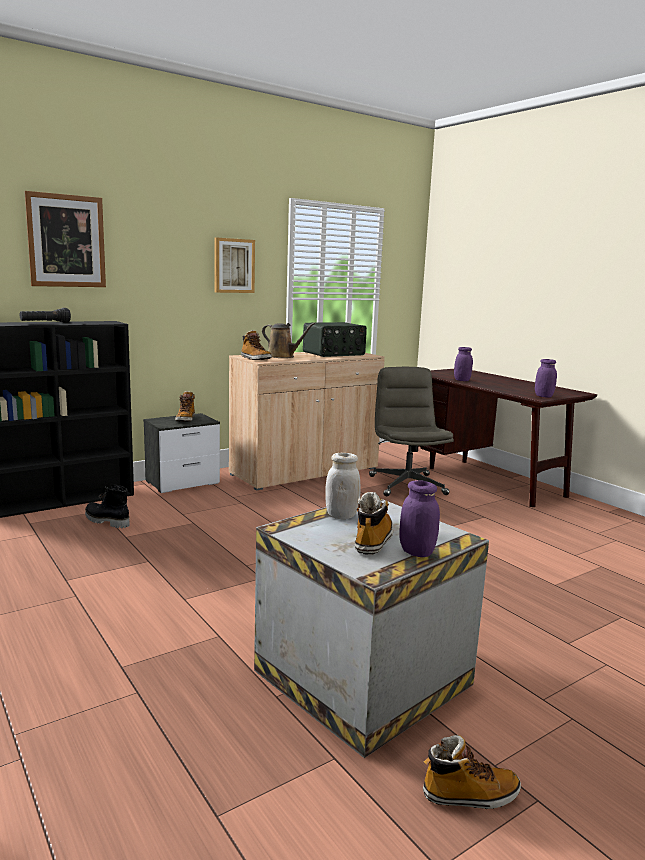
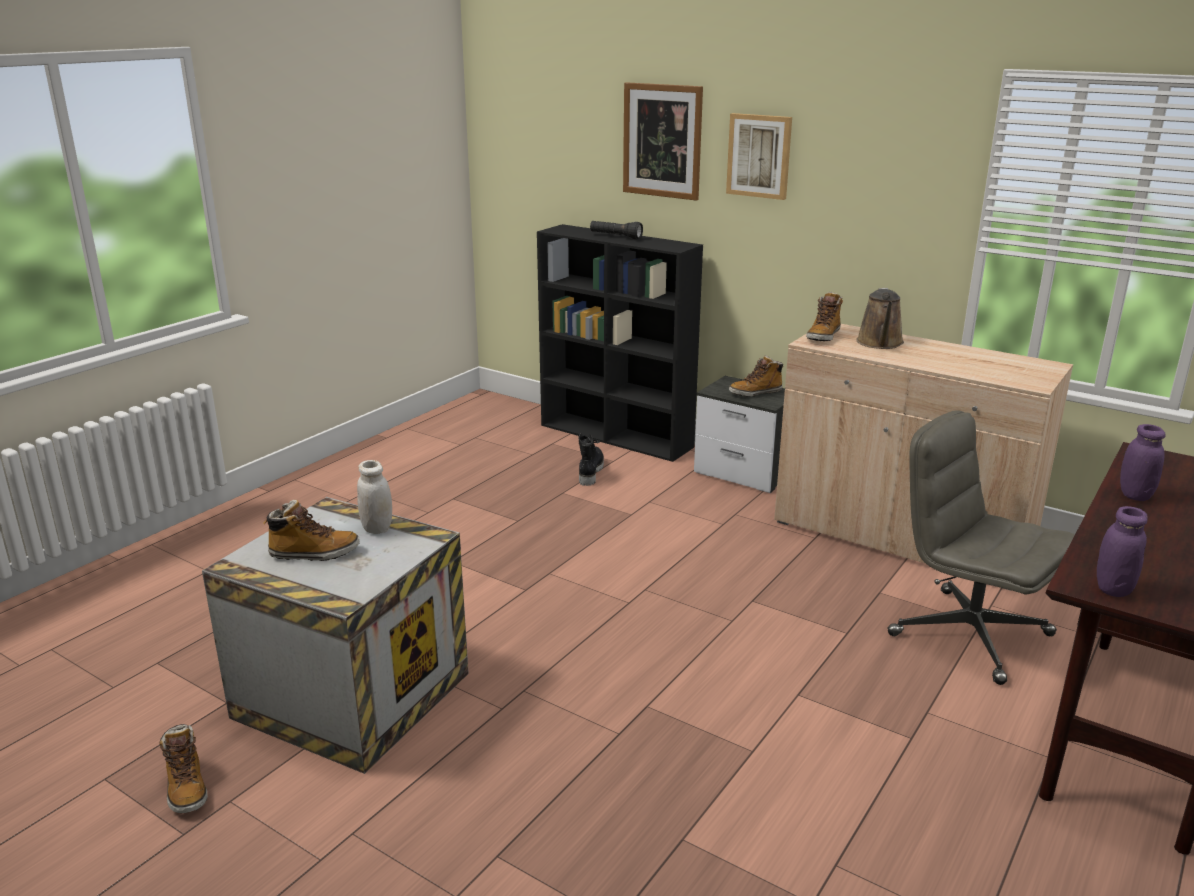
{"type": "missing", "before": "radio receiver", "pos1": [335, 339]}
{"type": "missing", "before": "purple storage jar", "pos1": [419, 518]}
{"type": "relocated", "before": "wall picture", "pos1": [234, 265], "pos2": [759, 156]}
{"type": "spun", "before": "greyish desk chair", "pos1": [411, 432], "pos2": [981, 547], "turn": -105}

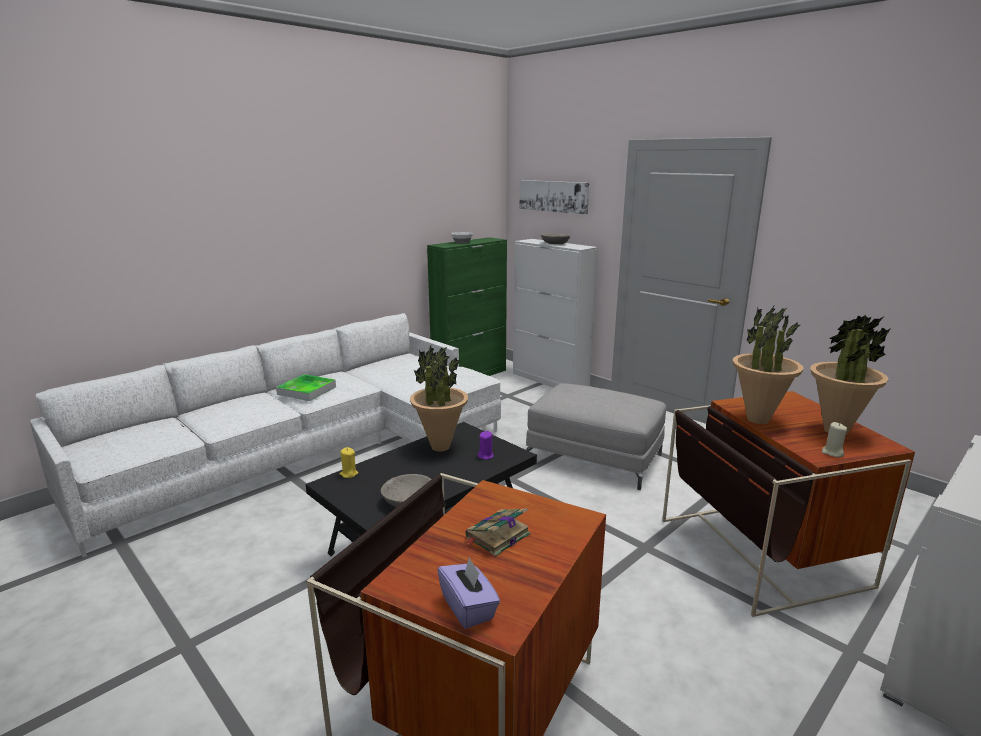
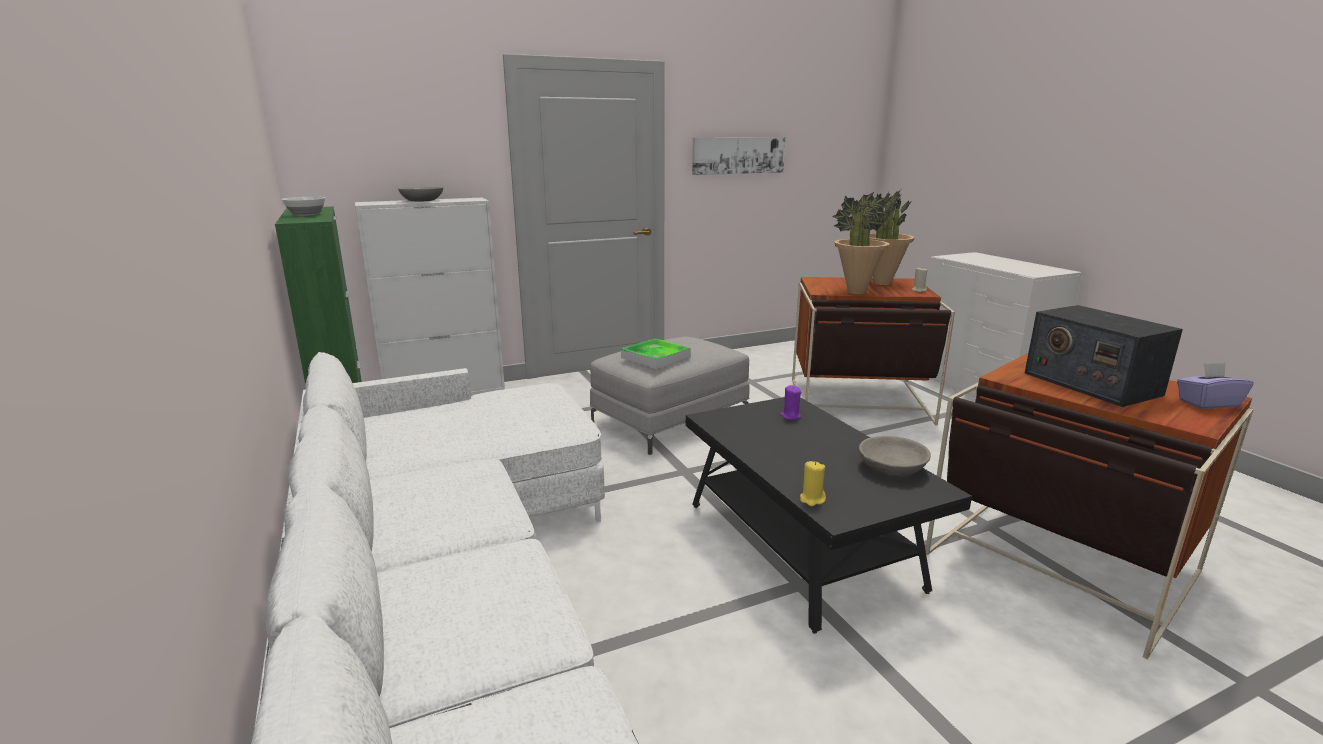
{"type": "missing", "before": "potted plant", "pos1": [439, 398]}
{"type": "relocated", "before": "serving tray", "pos1": [306, 387], "pos2": [656, 353]}
{"type": "relocated", "before": "wall picture", "pos1": [554, 197], "pos2": [738, 156]}
{"type": "exchanged", "before": "book", "after": "radio receiver", "pos1": [497, 532], "pos2": [1104, 356]}

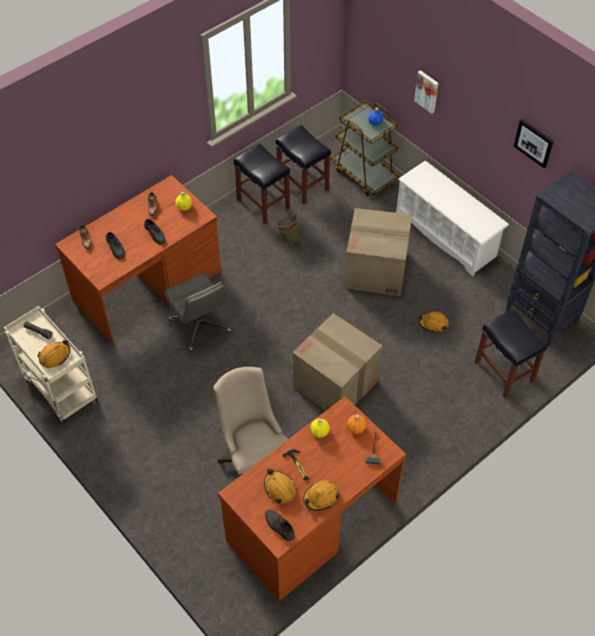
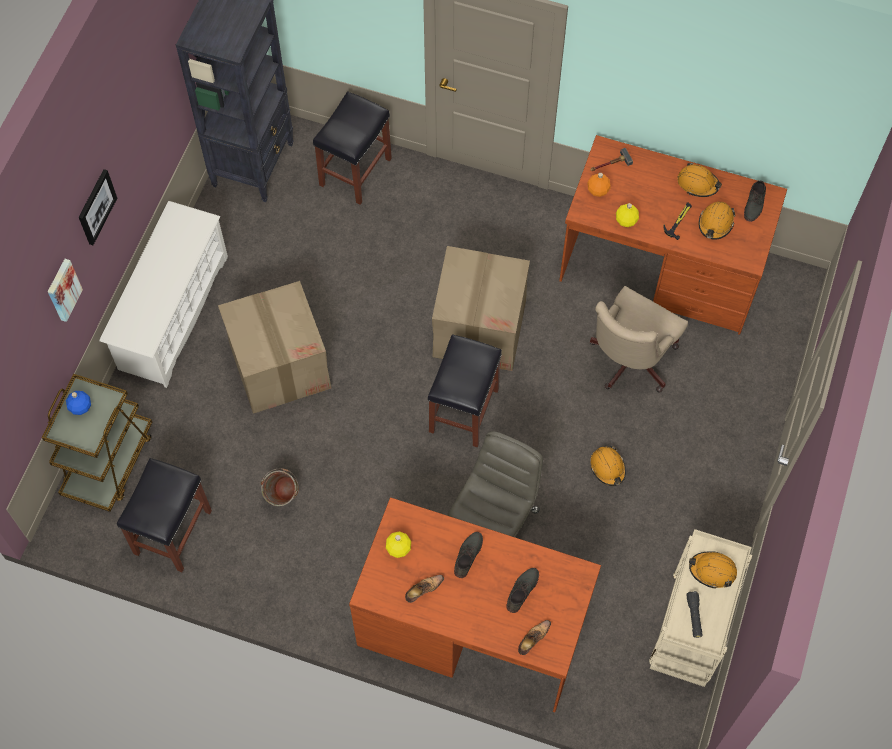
{"type": "relocated", "before": "blackish sitting stool", "pos1": [262, 184], "pos2": [465, 390]}
{"type": "relocated", "before": "orange hard hat", "pos1": [433, 321], "pos2": [608, 465]}
{"type": "relocated", "before": "wall picture", "pos1": [534, 144], "pos2": [98, 207]}

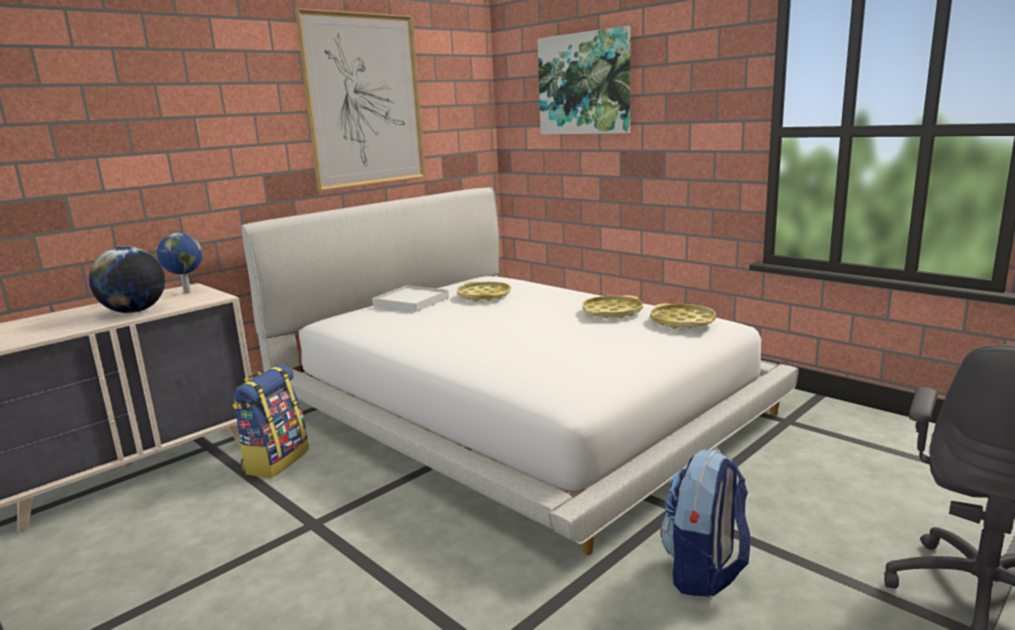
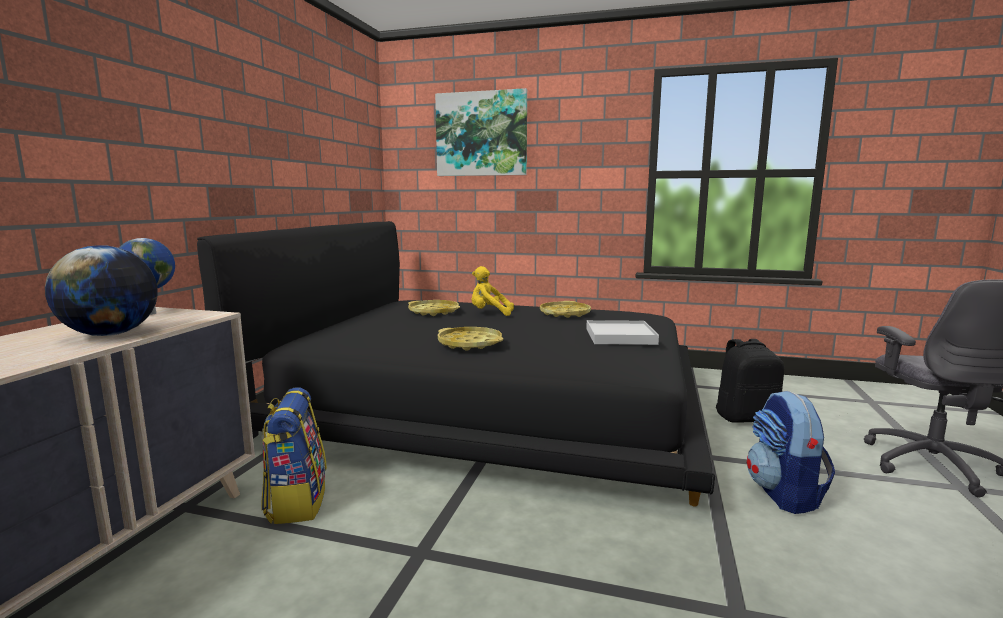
{"type": "missing", "before": "wall picture", "pos1": [360, 99]}
{"type": "appeared", "after": "yellow-coloured cuddly toy", "pos2": [492, 291]}
{"type": "appeared", "after": "blackish knapsack", "pos2": [750, 381]}
{"type": "relocated", "before": "whitish serving tray", "pos1": [410, 298], "pos2": [622, 332]}
{"type": "relocated", "before": "yellow-coloured serving tray", "pos1": [683, 316], "pos2": [470, 339]}
{"type": "colour", "before": "whitish bedroom bed", "after": "blackish bedroom bed", "pos1": [520, 371], "pos2": [456, 364]}

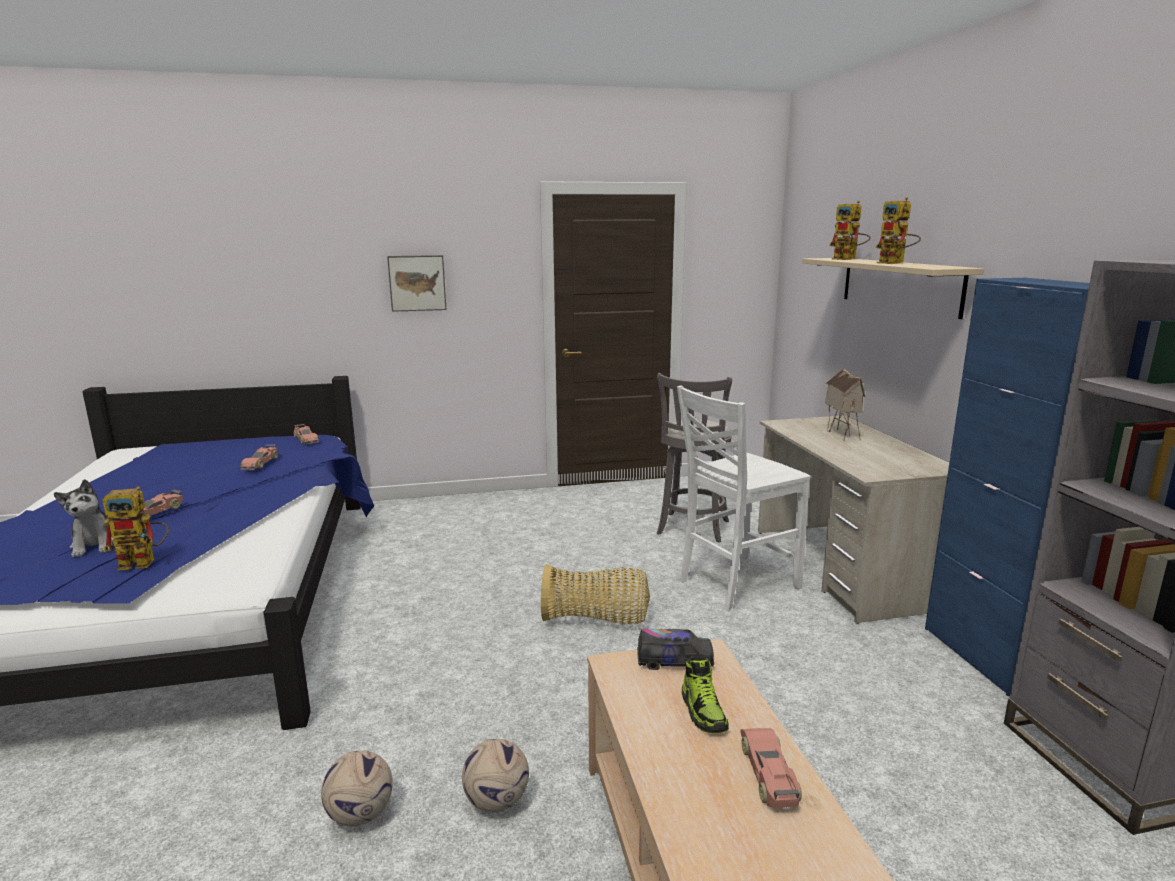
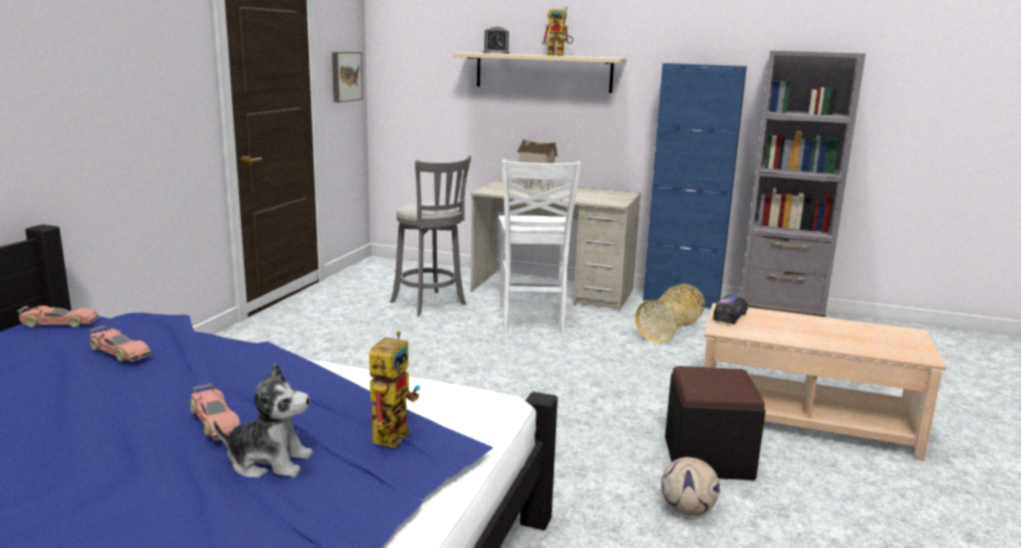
{"type": "missing", "before": "item of footwear", "pos1": [705, 694]}
{"type": "missing", "before": "miniature car", "pos1": [771, 768]}
{"type": "relocated", "before": "wall picture", "pos1": [417, 283], "pos2": [347, 77]}
{"type": "relocated", "before": "basket", "pos1": [595, 594], "pos2": [670, 313]}
{"type": "exchanged", "before": "football ball", "after": "blackish ottoman", "pos1": [495, 775], "pos2": [715, 423]}
{"type": "exchanged", "before": "toy robot", "after": "table clock", "pos1": [849, 230], "pos2": [496, 40]}

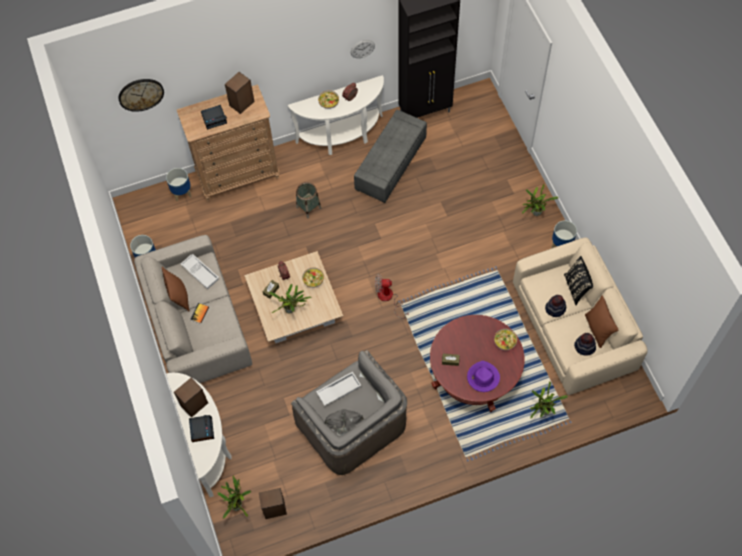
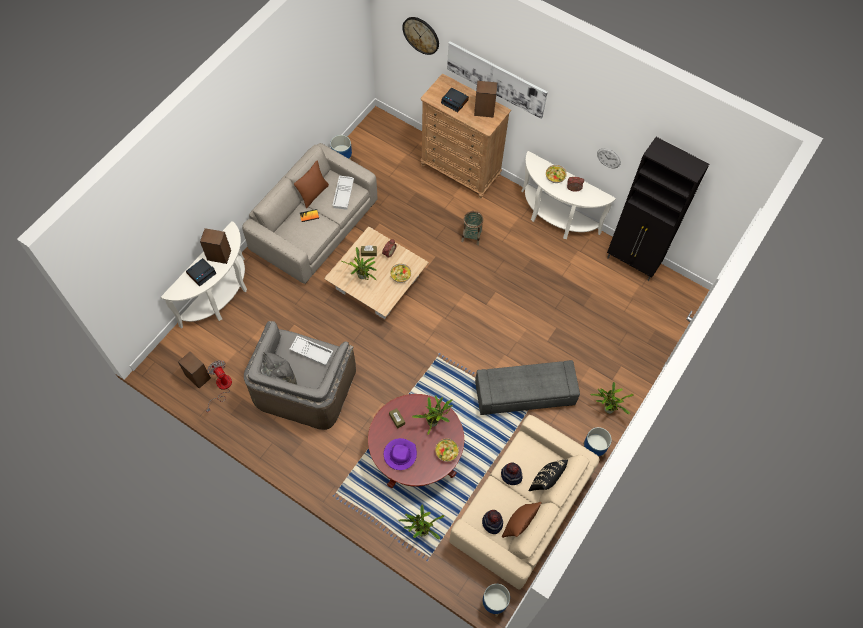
{"type": "appeared", "after": "wall picture", "pos2": [497, 80]}
{"type": "relocated", "before": "flower pot", "pos1": [179, 185], "pos2": [496, 600]}
{"type": "relocated", "before": "potted plant", "pos1": [234, 497], "pos2": [432, 415]}
{"type": "relocated", "before": "greyish ottoman", "pos1": [390, 156], "pos2": [527, 387]}
{"type": "relocated", "before": "cooling fan", "pos1": [391, 296], "pos2": [219, 386]}

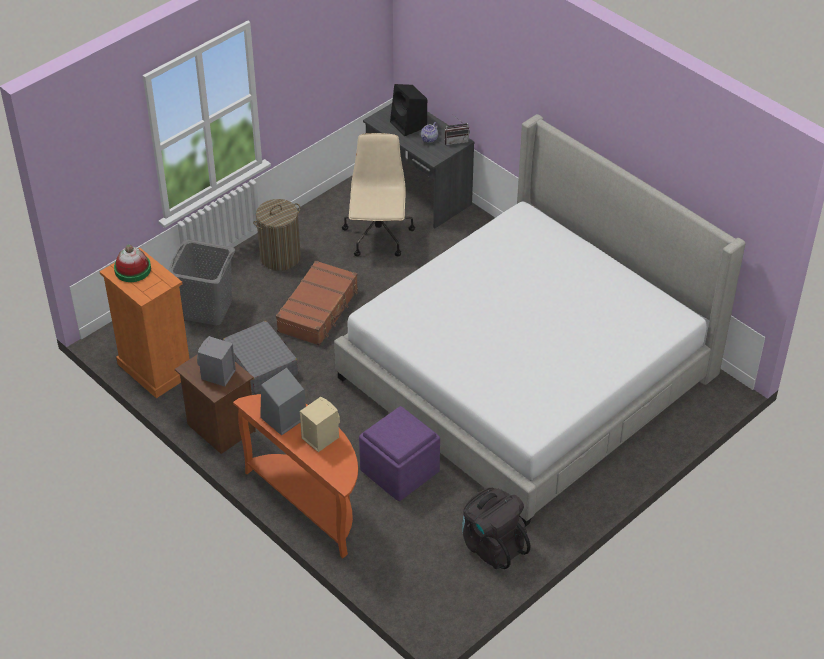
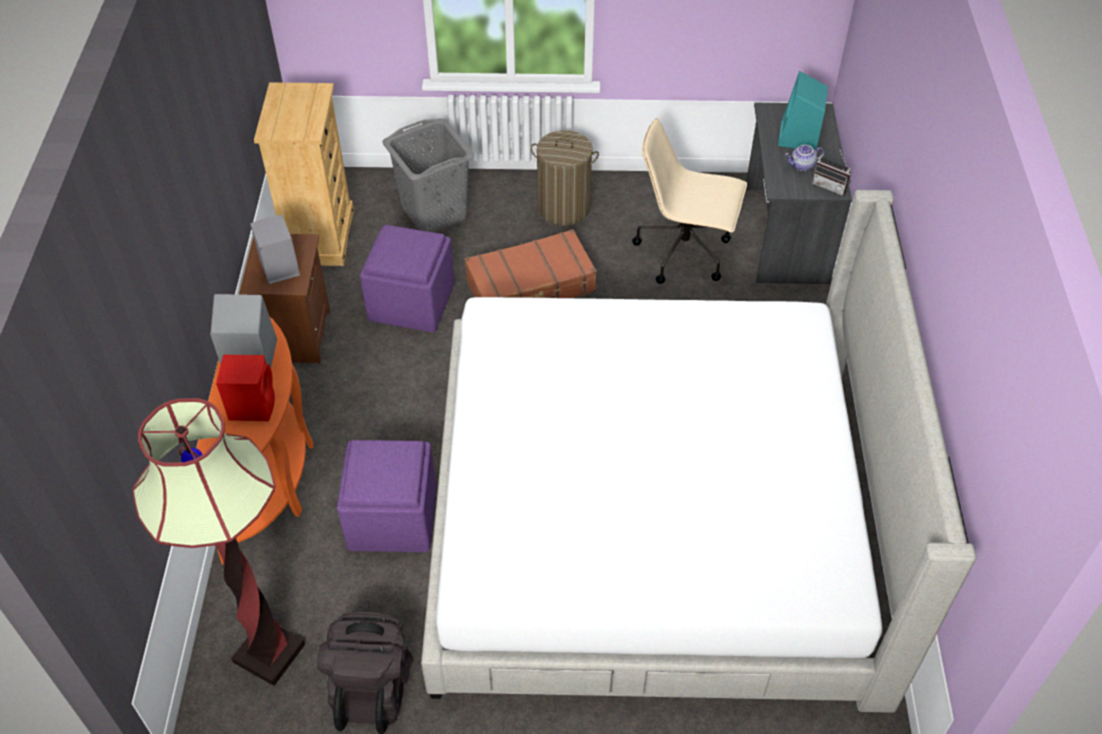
{"type": "missing", "before": "wearable hat", "pos1": [132, 263]}
{"type": "appeared", "after": "floor lamp", "pos2": [218, 542]}
{"type": "exchanged", "before": "greyish travel case", "after": "purple ottoman", "pos1": [260, 357], "pos2": [407, 278]}
{"type": "colour", "before": "orange drawer chest", "after": "beige-coloured drawer chest", "pos1": [144, 323], "pos2": [304, 174]}
{"type": "colour", "before": "beige-coloured audio speaker", "after": "reddish audio speaker", "pos1": [320, 424], "pos2": [245, 388]}
{"type": "colour", "before": "blackish audio speaker", "after": "turquoise-coloured audio speaker", "pos1": [408, 110], "pos2": [803, 110]}
{"type": "spun", "before": "beige-coloured desk chair", "pos1": [378, 194], "pos2": [689, 201], "turn": -120}

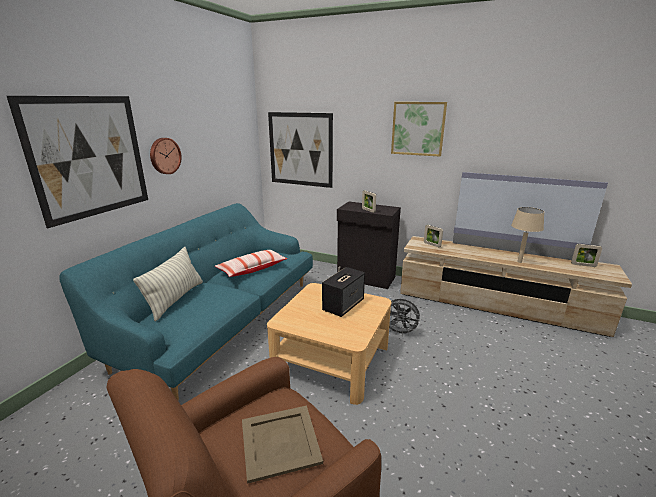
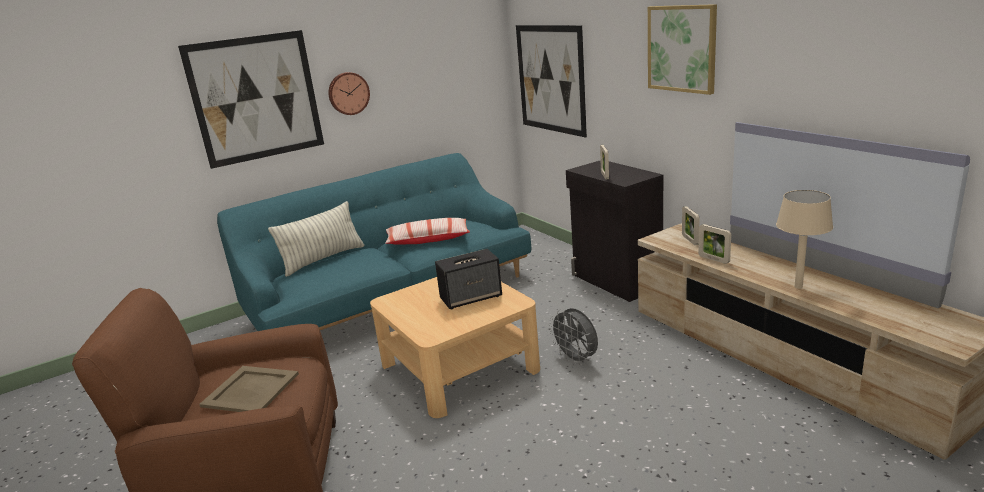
{"type": "relocated", "before": "photo frame", "pos1": [586, 255], "pos2": [714, 244]}

